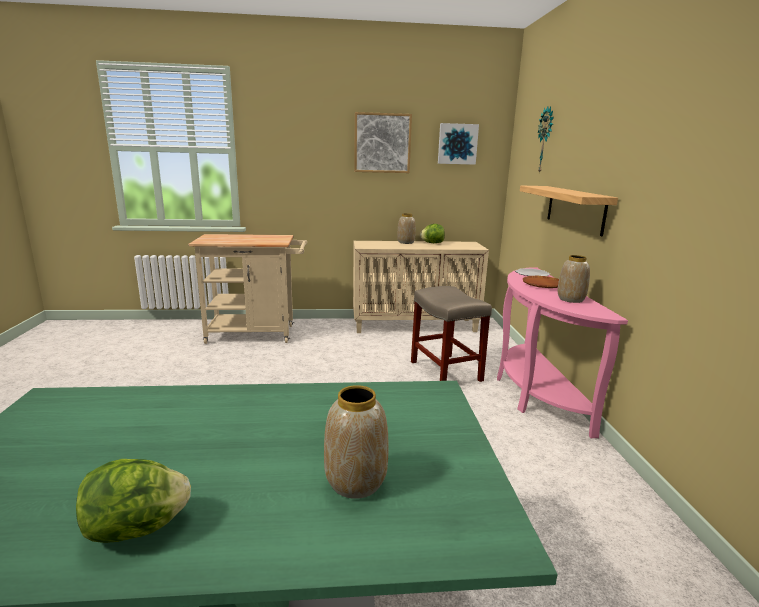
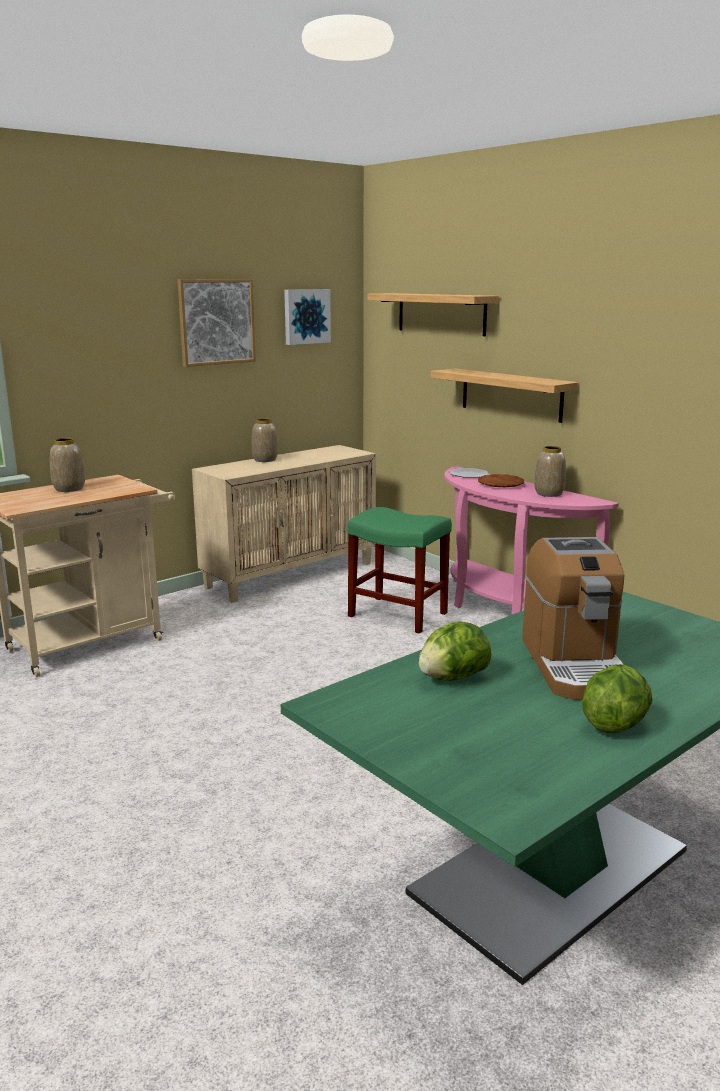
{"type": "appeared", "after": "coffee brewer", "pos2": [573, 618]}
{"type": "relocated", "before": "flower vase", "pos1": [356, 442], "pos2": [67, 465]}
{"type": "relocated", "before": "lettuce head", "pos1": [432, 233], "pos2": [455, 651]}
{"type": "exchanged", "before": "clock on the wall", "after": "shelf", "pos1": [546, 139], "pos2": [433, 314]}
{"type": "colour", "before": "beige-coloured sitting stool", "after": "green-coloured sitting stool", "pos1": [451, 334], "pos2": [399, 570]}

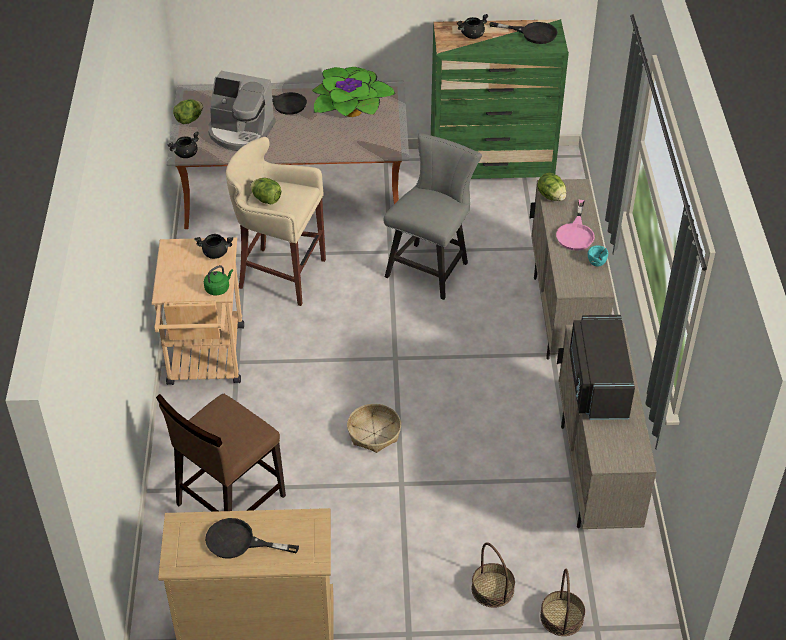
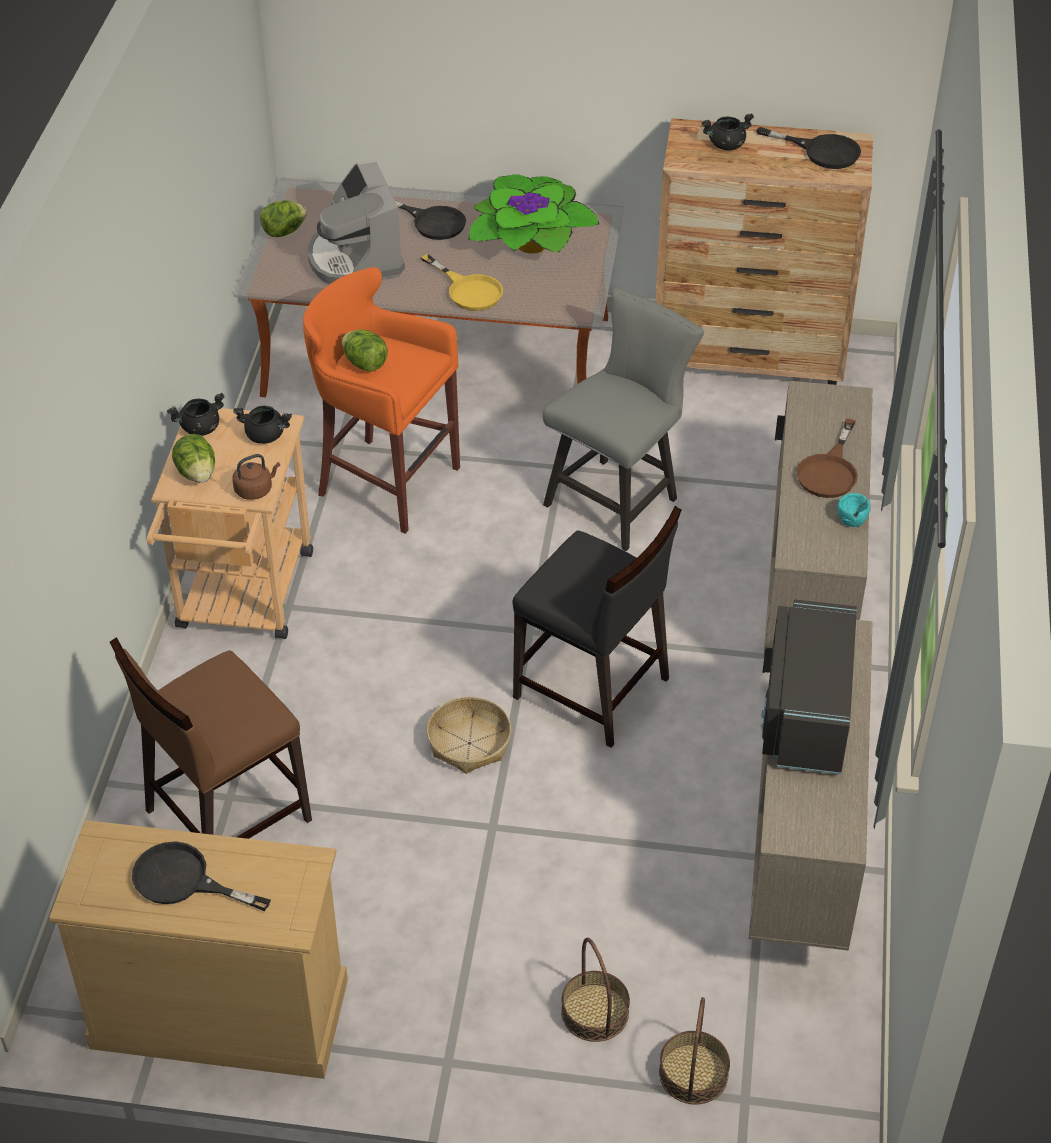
{"type": "appeared", "after": "yellow-coloured frying pan", "pos2": [462, 282]}
{"type": "appeared", "after": "blackish upright chair", "pos2": [597, 627]}
{"type": "relocated", "before": "blackish saucepot", "pos1": [183, 145], "pos2": [196, 414]}
{"type": "relocated", "before": "lettuce head", "pos1": [551, 186], "pos2": [193, 458]}
{"type": "colour", "before": "green-coloured tea kettle", "after": "brownish tea kettle", "pos1": [218, 280], "pos2": [256, 477]}
{"type": "colour", "before": "beige-coloured sitting stool", "after": "orange sitting stool", "pos1": [276, 221], "pos2": [381, 400]}
{"type": "colour", "before": "green-coloured drawer chest", "after": "brownish drawer chest", "pos1": [500, 99], "pos2": [764, 251]}
{"type": "colour", "before": "pink frying pan", "after": "brownish frying pan", "pos1": [575, 225], "pos2": [827, 458]}
{"type": "spun", "before": "coffee brewer", "pos1": [242, 111], "pos2": [356, 223], "turn": 45}

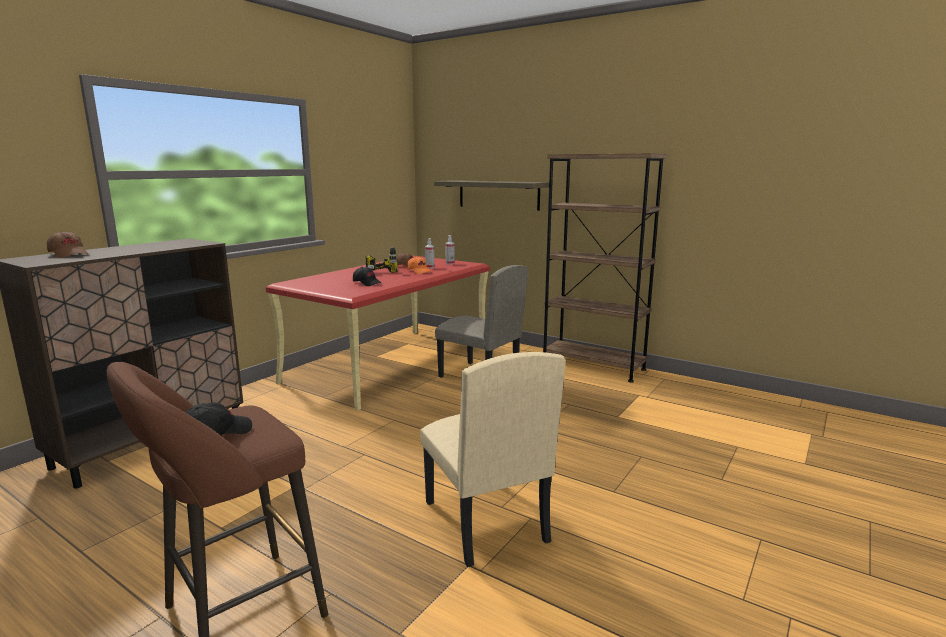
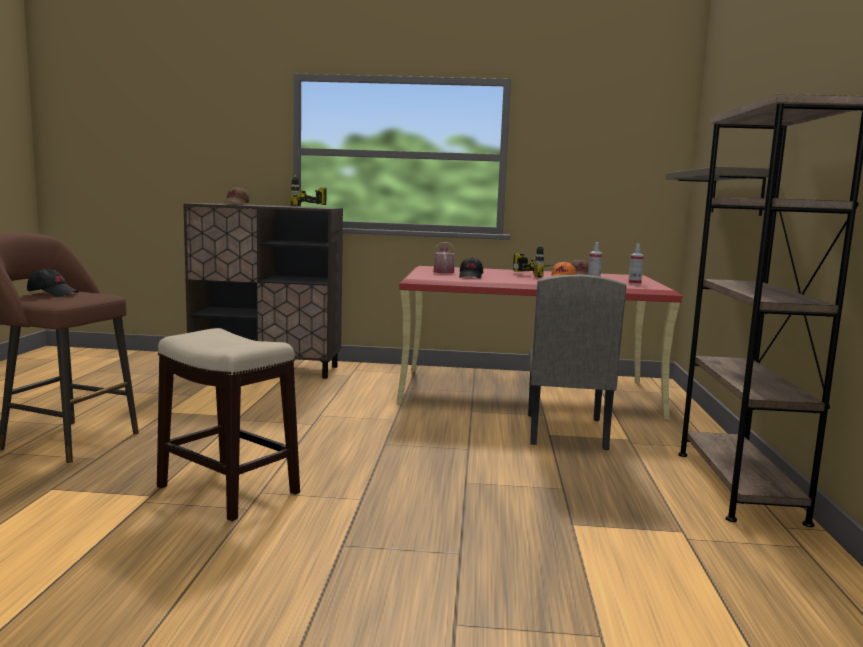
{"type": "appeared", "after": "power drill", "pos2": [308, 190]}
{"type": "appeared", "after": "sprinkling can", "pos2": [444, 258]}
{"type": "exchanged", "before": "beige-coloured upright chair", "after": "sitting stool", "pos1": [492, 459], "pos2": [228, 424]}

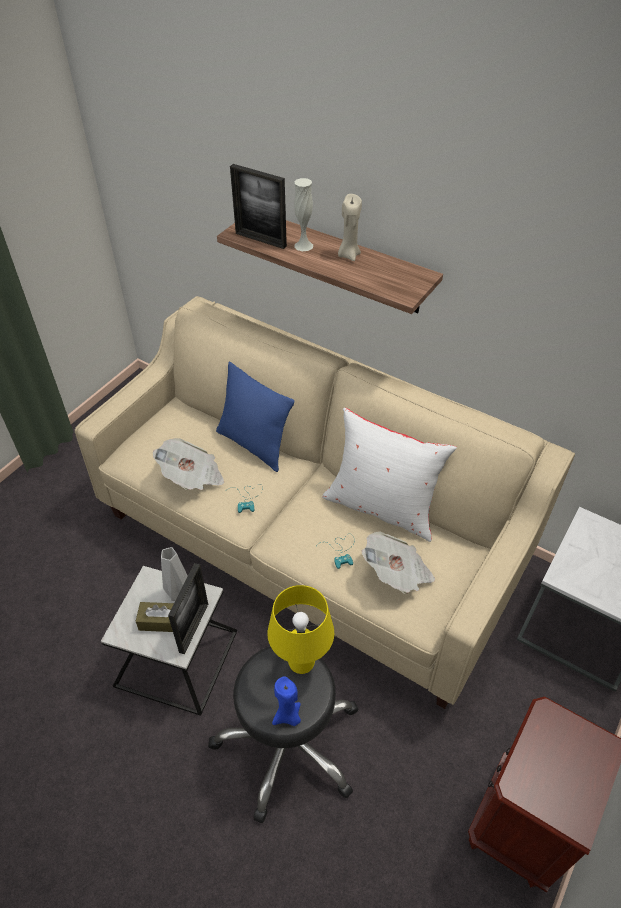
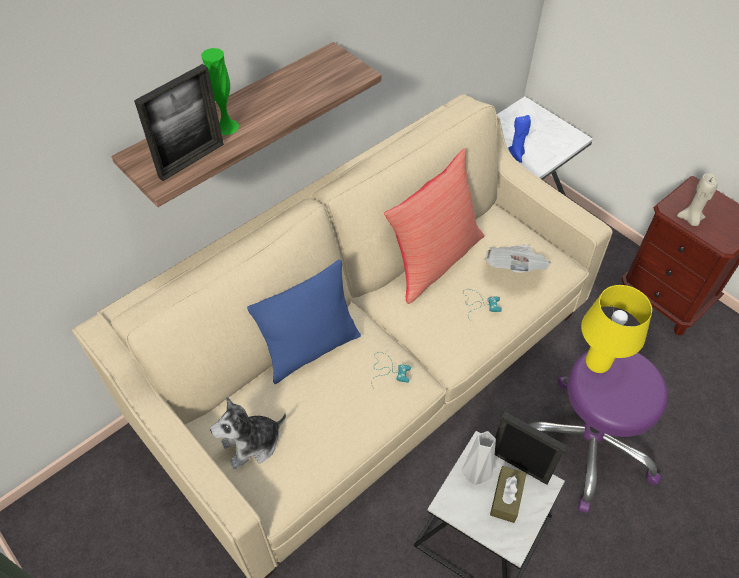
{"type": "missing", "before": "printed paper", "pos1": [188, 464]}
{"type": "appeared", "after": "cuddly toy", "pos2": [248, 432]}
{"type": "relocated", "before": "bluish candle", "pos1": [286, 701], "pos2": [519, 139]}
{"type": "relocated", "before": "beige-coloured candle", "pos1": [350, 227], "pos2": [697, 199]}
{"type": "colour", "before": "blackish sitting stool", "after": "purple sitting stool", "pos1": [283, 734], "pos2": [598, 432]}
{"type": "colour", "before": "whitish flower vase", "after": "green-coloured flower vase", "pos1": [303, 214], "pos2": [220, 91]}
{"type": "colour", "before": "whitish throw pillow", "after": "reddish throw pillow", "pos1": [389, 475], "pos2": [434, 226]}

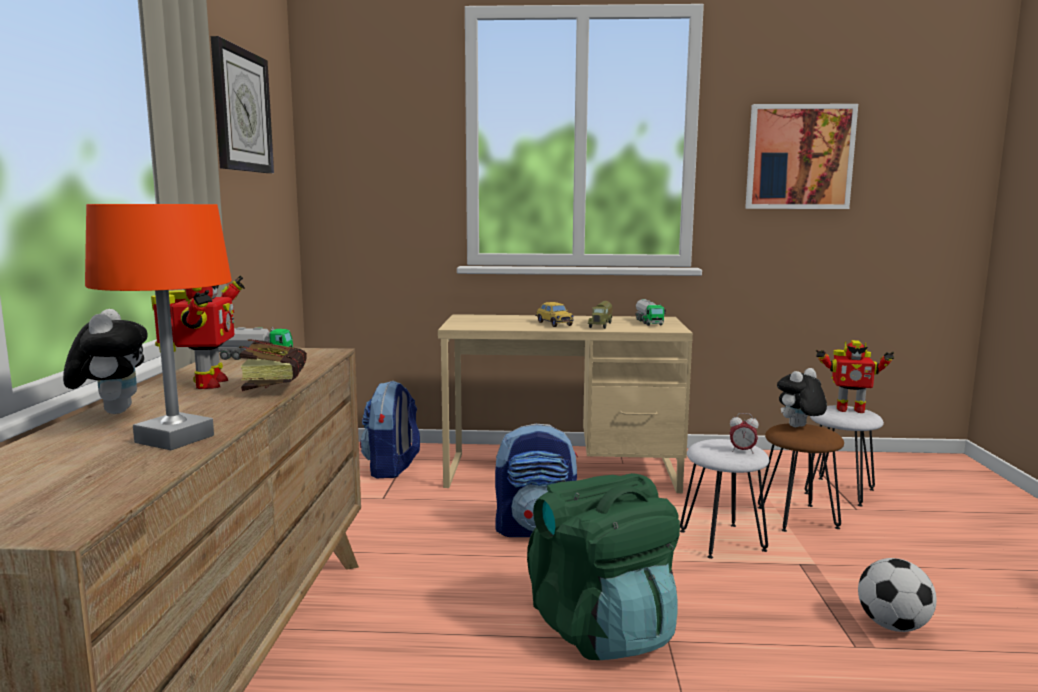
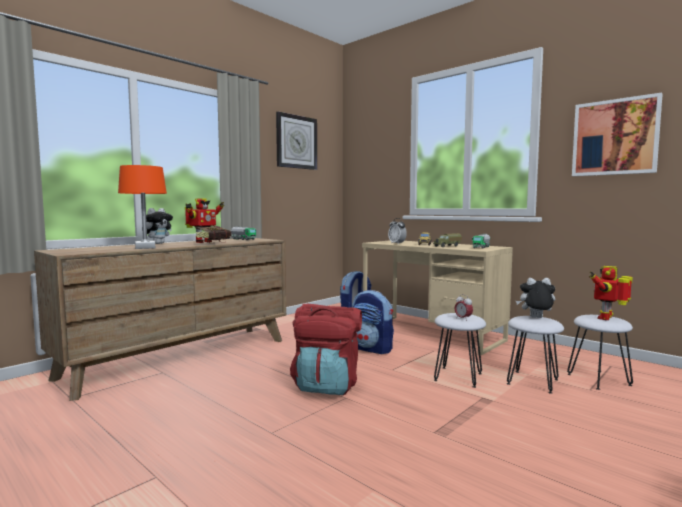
{"type": "missing", "before": "football ball", "pos1": [897, 595]}
{"type": "appeared", "after": "table clock", "pos2": [397, 231]}
{"type": "colour", "before": "green-coloured knapsack", "after": "reddish knapsack", "pos1": [603, 566], "pos2": [326, 349]}
{"type": "colour", "before": "brownish sitting stool", "after": "whitish sitting stool", "pos1": [801, 477], "pos2": [535, 355]}
{"type": "spun", "before": "toy robot", "pos1": [855, 376], "pos2": [611, 293], "turn": 75}

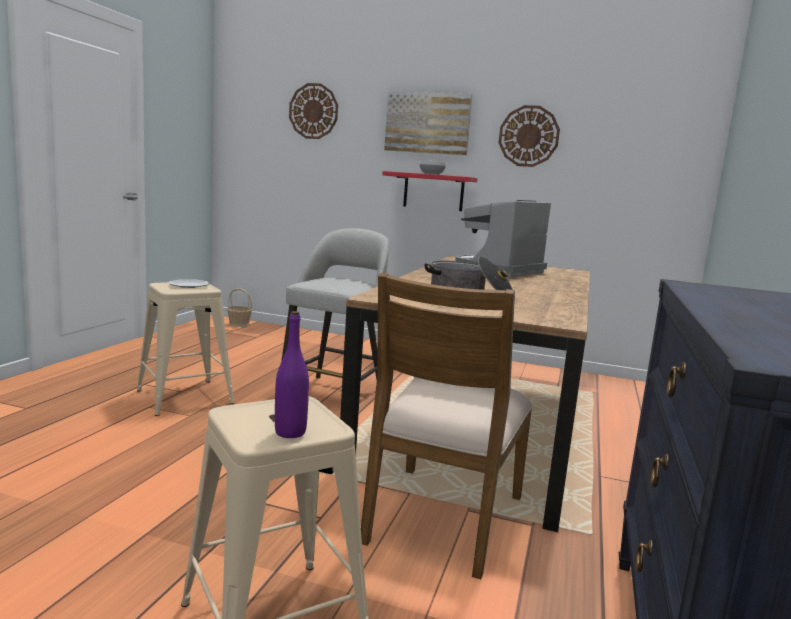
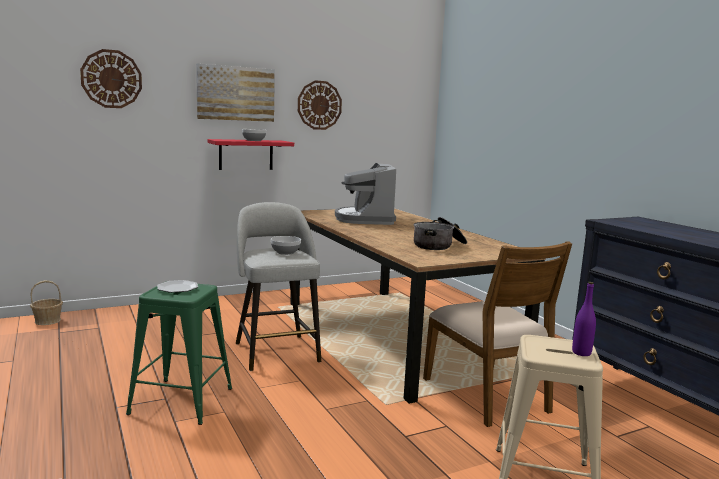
{"type": "appeared", "after": "serving bowl", "pos2": [286, 245]}
{"type": "colour", "before": "beige-coloured sitting stool", "after": "green-coloured sitting stool", "pos1": [185, 349], "pos2": [179, 354]}

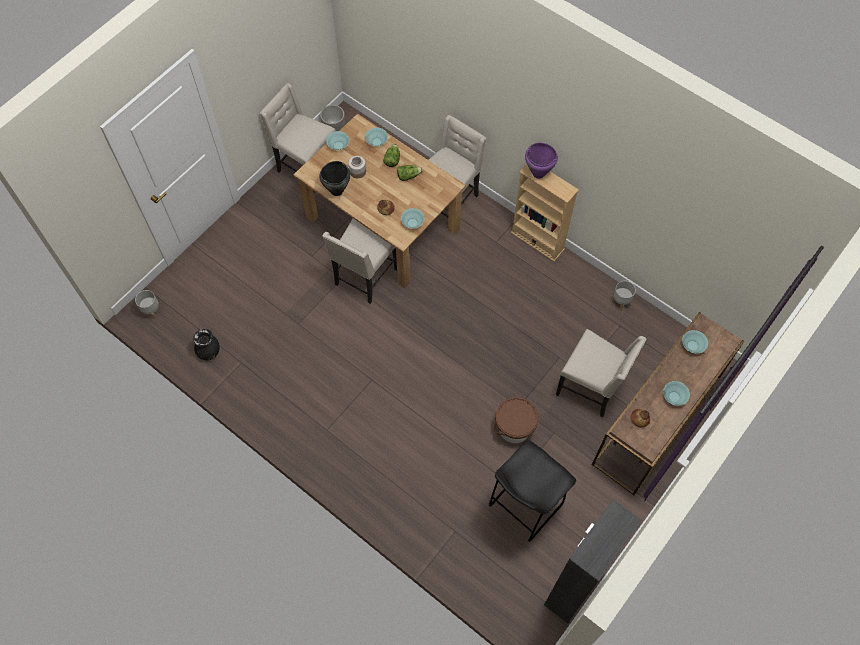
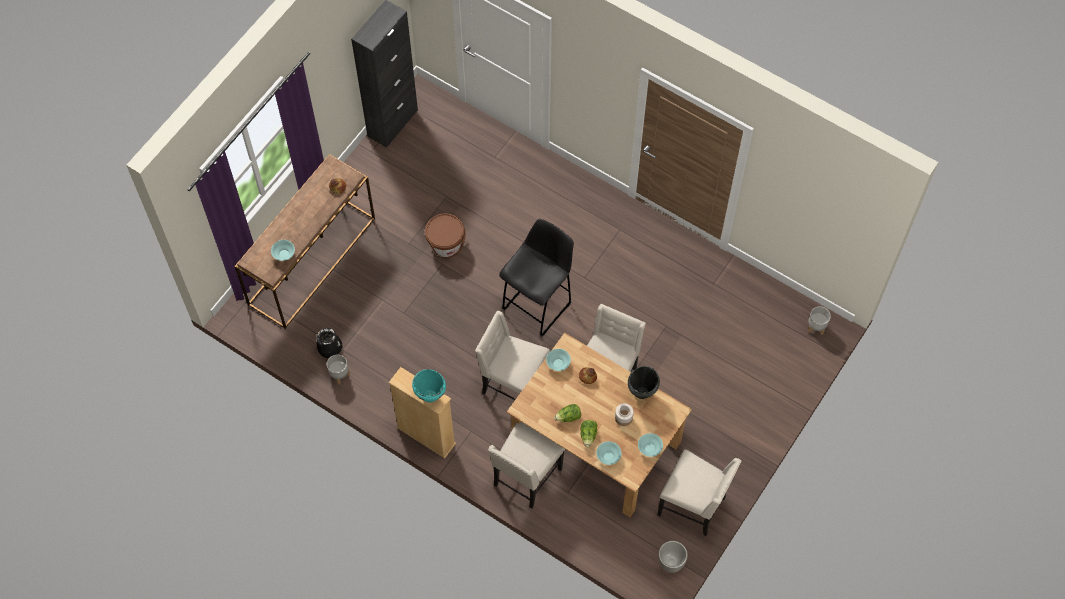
{"type": "missing", "before": "turquoise-coloured serving bowl", "pos1": [676, 393]}
{"type": "relocated", "before": "blackish flower vase", "pos1": [206, 344], "pos2": [329, 343]}
{"type": "relocated", "before": "blackish sitting stool", "pos1": [532, 491], "pos2": [536, 278]}
{"type": "relocated", "before": "beige-coloured upright chair", "pos1": [601, 373], "pos2": [512, 355]}
{"type": "colour", "before": "purple saucepot", "after": "turquoise-coloured saucepot", "pos1": [541, 161], "pos2": [429, 385]}

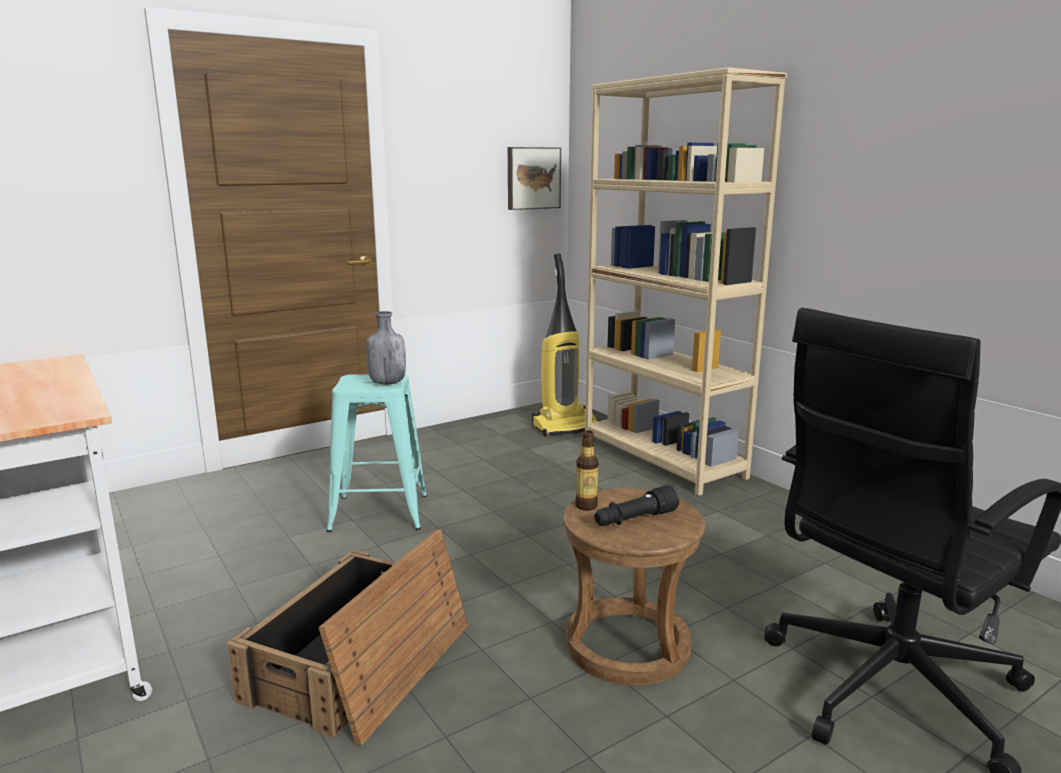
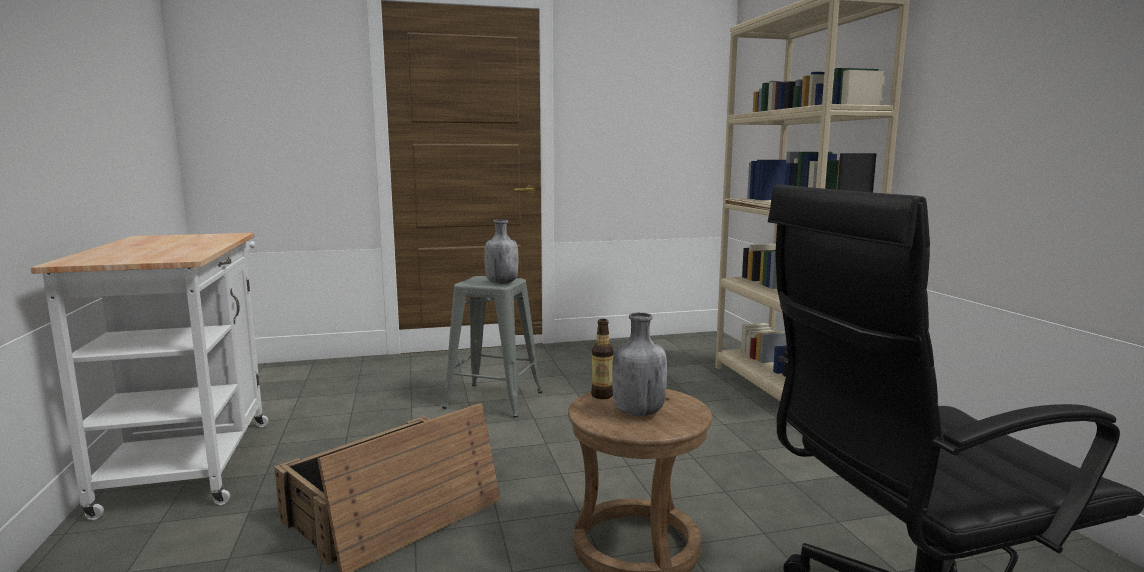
{"type": "missing", "before": "wall picture", "pos1": [534, 178]}
{"type": "missing", "before": "hoover", "pos1": [566, 344]}
{"type": "exchanged", "before": "blackish torch", "after": "greyish drink bottle", "pos1": [636, 505], "pos2": [639, 364]}
{"type": "colour", "before": "turquoise-coloured sitting stool", "after": "greyish sitting stool", "pos1": [377, 453], "pos2": [492, 347]}

